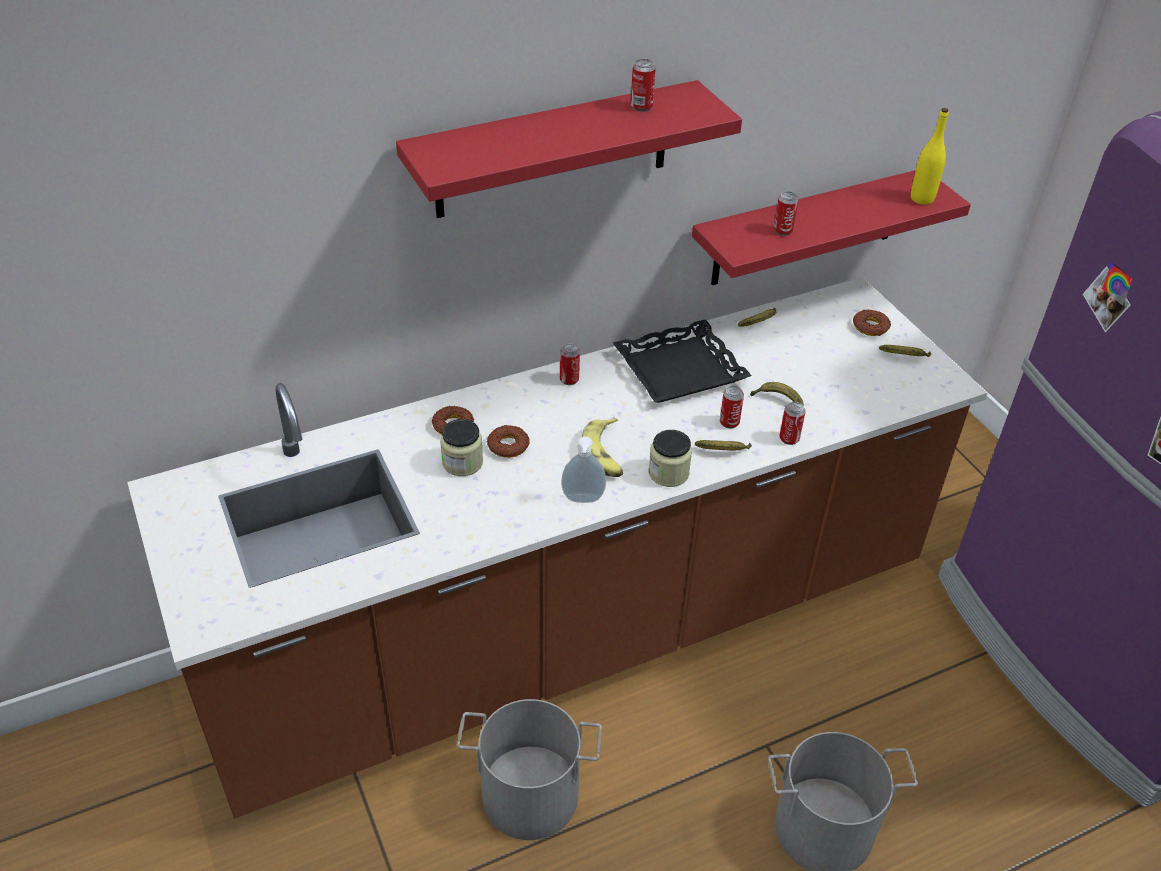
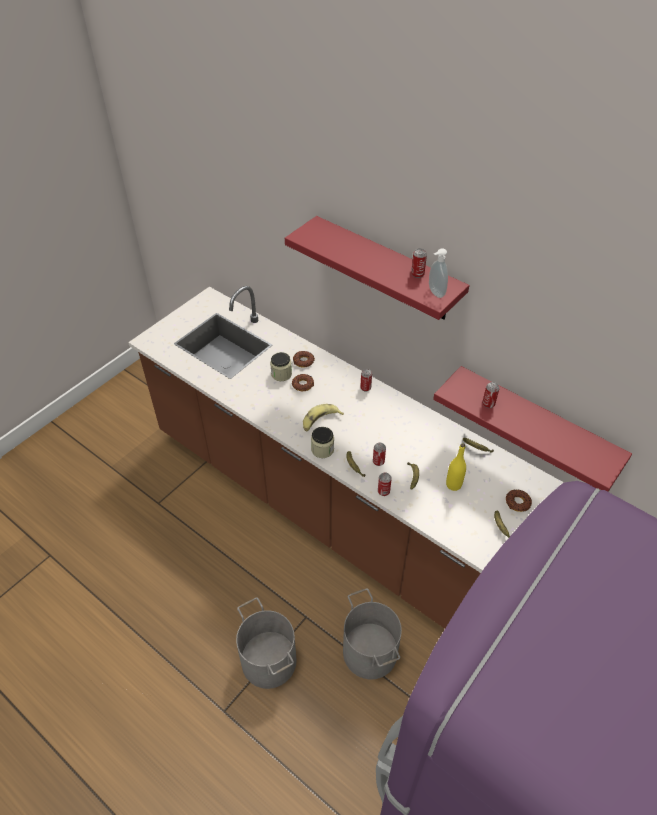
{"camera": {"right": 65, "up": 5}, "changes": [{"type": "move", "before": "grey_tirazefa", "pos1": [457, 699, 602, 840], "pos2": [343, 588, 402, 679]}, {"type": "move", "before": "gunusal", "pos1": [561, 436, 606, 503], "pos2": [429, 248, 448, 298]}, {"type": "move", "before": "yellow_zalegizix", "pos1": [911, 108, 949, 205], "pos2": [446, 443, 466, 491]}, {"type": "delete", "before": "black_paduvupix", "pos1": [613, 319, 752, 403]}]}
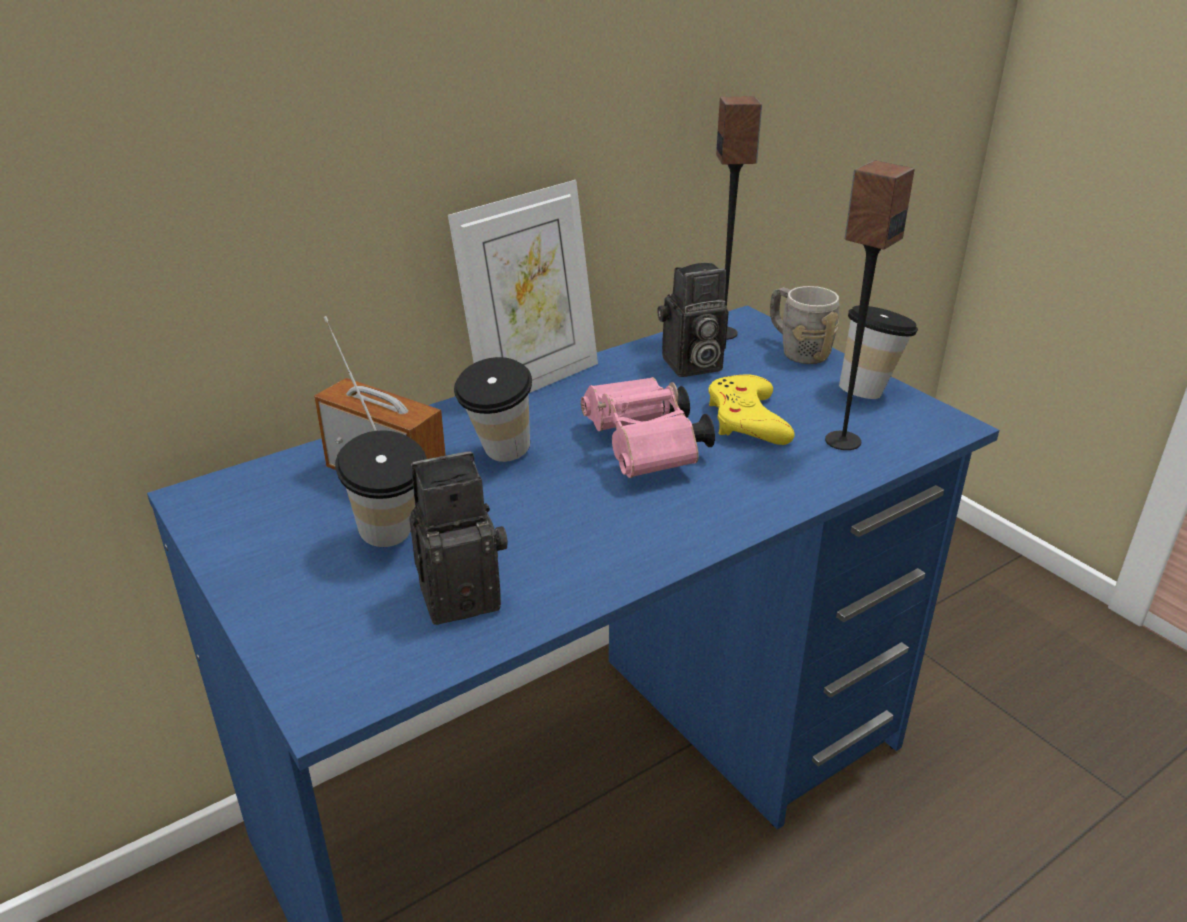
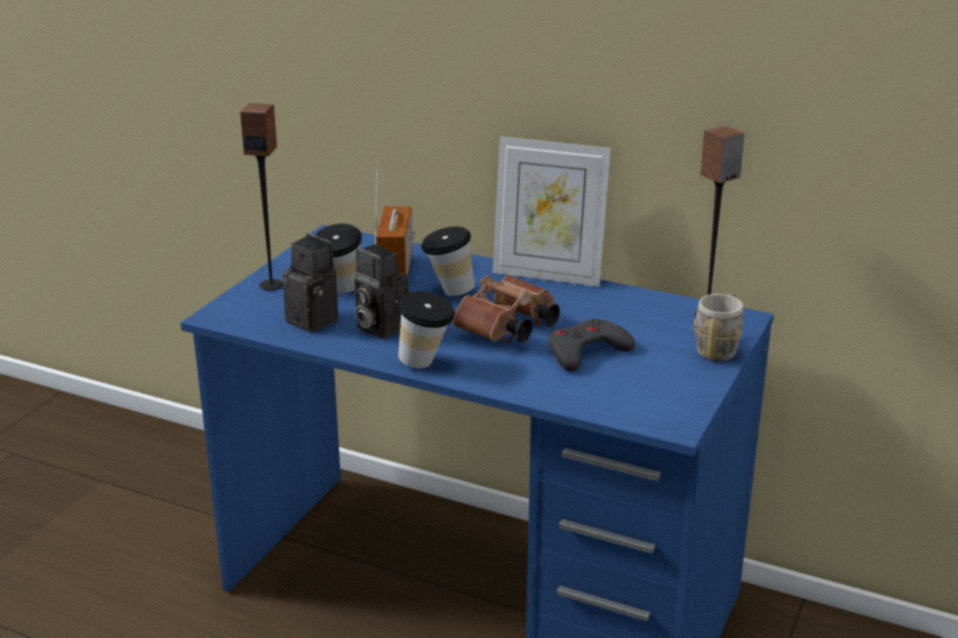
{"camera": {"right": 60, "up": -5}, "changes": [{"type": "move", "before": "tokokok", "pos1": [825, 161, 915, 450], "pos2": [240, 103, 283, 290]}, {"type": "move", "before": "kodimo", "pos1": [657, 263, 728, 377], "pos2": [354, 244, 409, 339]}, {"type": "move", "before": "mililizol", "pos1": [839, 305, 918, 399], "pos2": [398, 291, 455, 369]}, {"type": "recolor", "before": "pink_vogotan", "after": "brown_vogotan", "pos1": [581, 377, 715, 478], "pos2": [452, 275, 560, 342]}, {"type": "recolor", "before": "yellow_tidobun", "after": "grey_tidobun", "pos1": [709, 374, 795, 445], "pos2": [548, 319, 635, 371]}]}
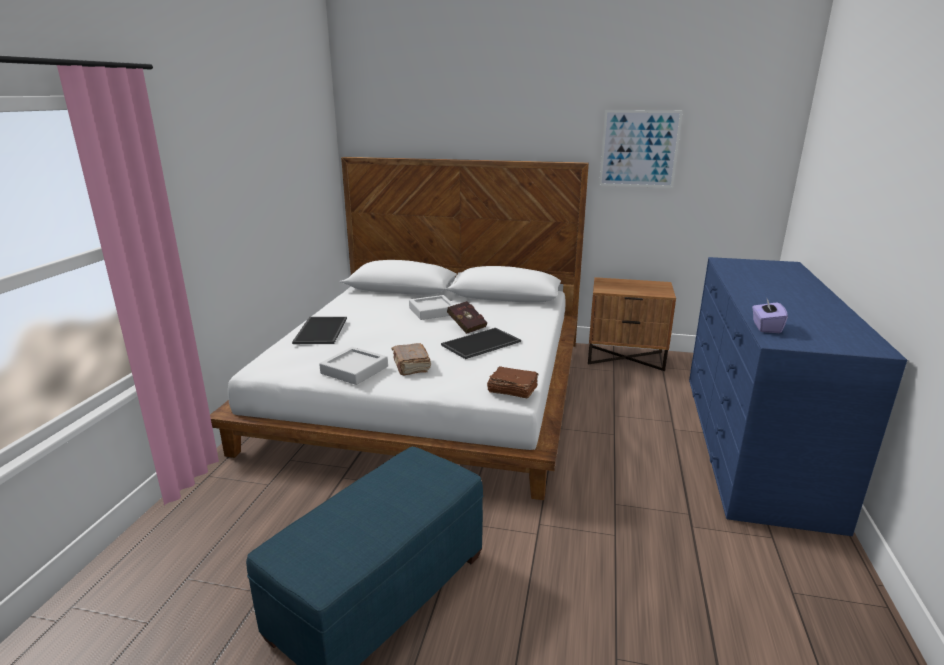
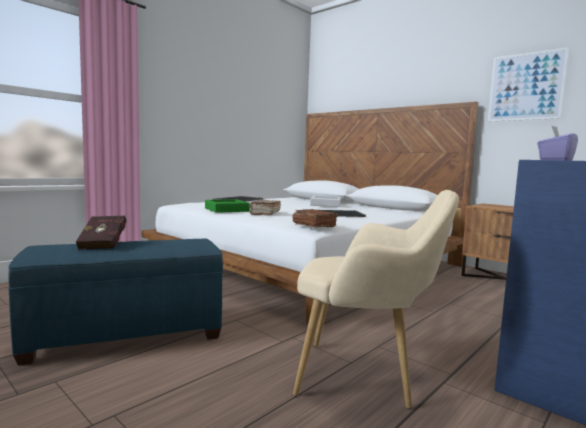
{"camera": {"right": 30, "up": -15}, "changes": [{"type": "move", "before": "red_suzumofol", "pos1": [447, 301, 487, 334], "pos2": [76, 216, 126, 250]}, {"type": "recolor", "before": "grey_paduvupix", "after": "green_paduvupix", "pos1": [319, 347, 388, 385], "pos2": [205, 199, 250, 213]}, {"type": "insert", "after": "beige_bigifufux", "pos2": [293, 190, 459, 408]}]}
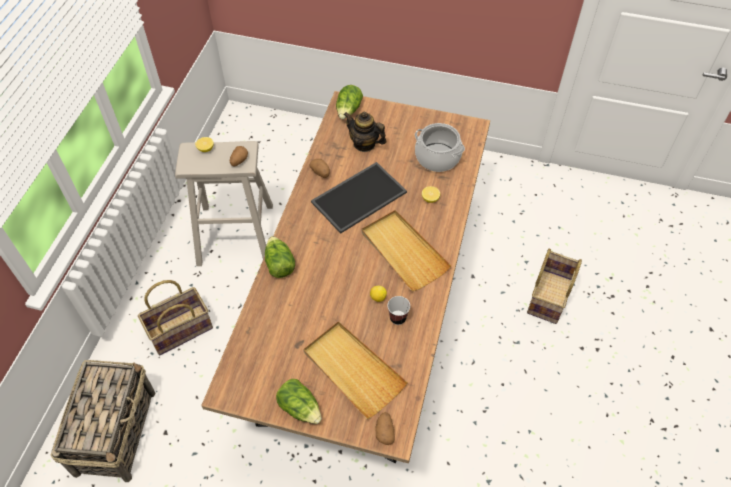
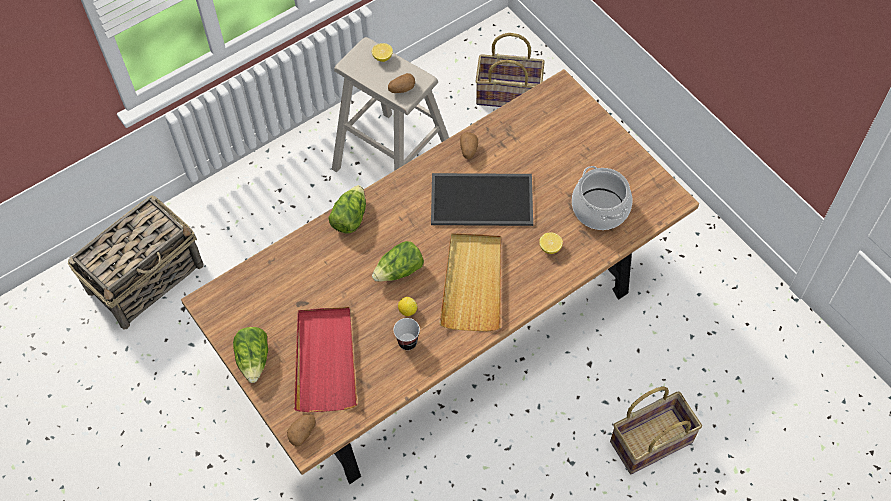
{"camera": {"right": 40, "up": 5}, "changes": [{"type": "recolor", "before": "beige_paduvupix", "after": "red_paduvupix", "pos1": [303, 321, 408, 419], "pos2": [294, 307, 357, 412]}, {"type": "move", "before": "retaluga", "pos1": [336, 85, 363, 119], "pos2": [372, 241, 424, 282]}, {"type": "move", "before": "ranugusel", "pos1": [138, 280, 213, 355], "pos2": [476, 33, 545, 107]}, {"type": "delete", "before": "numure", "pos1": [344, 112, 387, 152]}]}
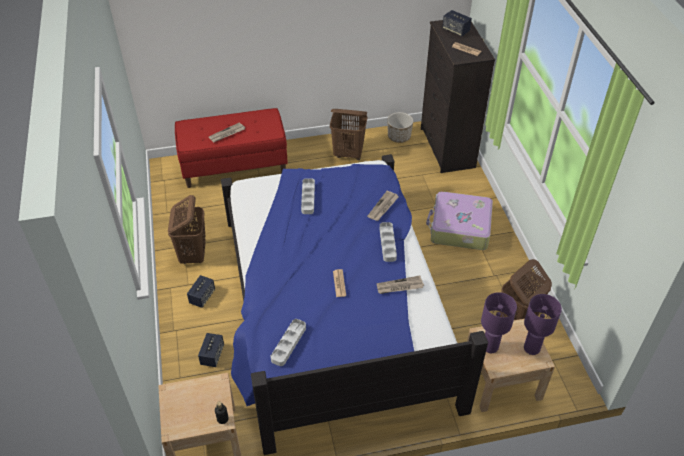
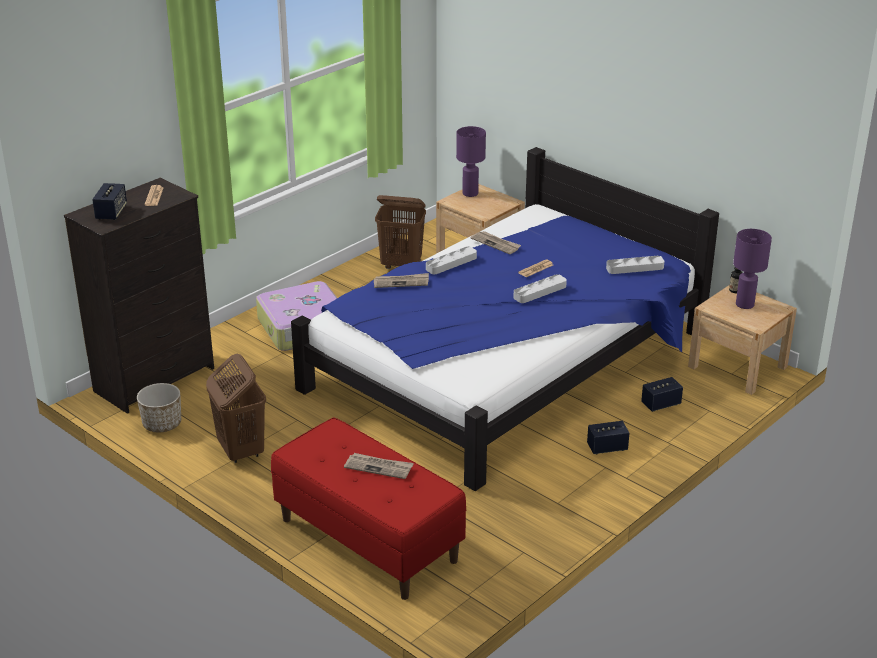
{"camera": {"right": -125, "up": -15}, "changes": [{"type": "move", "before": "grey_paduvupix", "pos1": [301, 179, 315, 214], "pos2": [514, 274, 567, 303]}, {"type": "move", "before": "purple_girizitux", "pos1": [481, 292, 517, 353], "pos2": [733, 229, 772, 309]}, {"type": "delete", "before": "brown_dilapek", "pos1": [168, 195, 206, 264]}]}
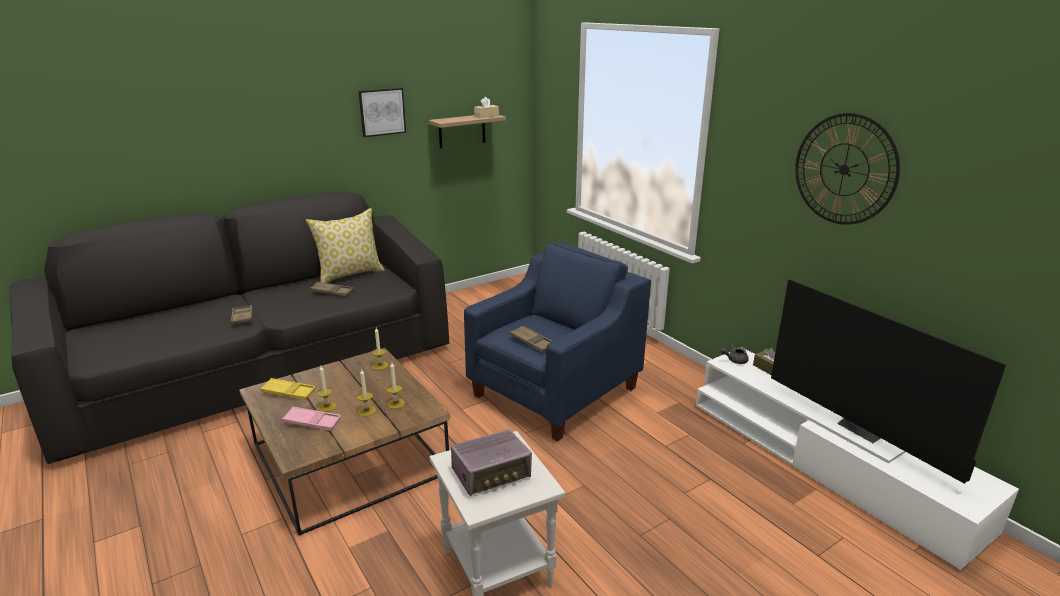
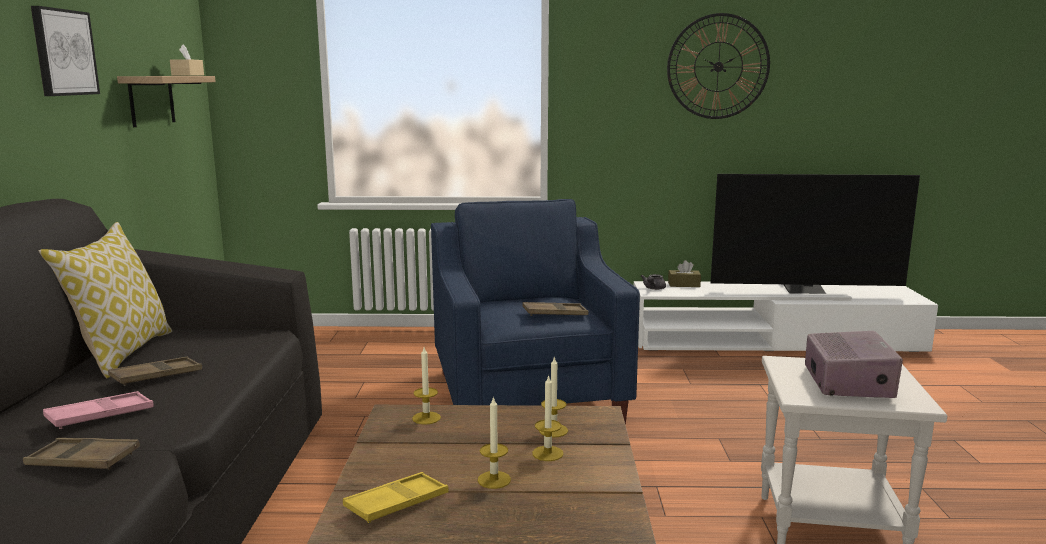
{"camera": {"right": -55, "up": -10}, "changes": [{"type": "move", "before": "pink_paduvupix", "pos1": [282, 407, 341, 431], "pos2": [43, 391, 154, 429]}]}
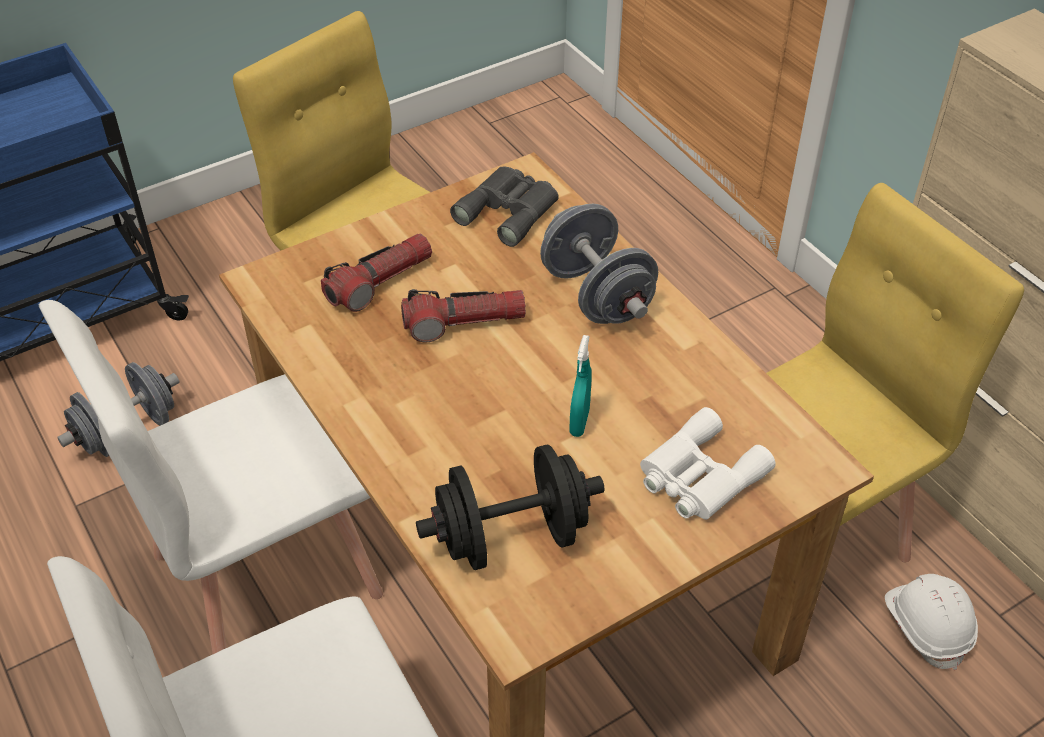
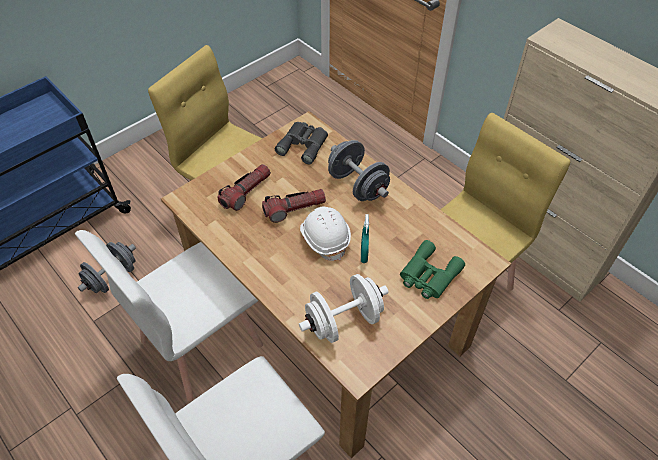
{"camera": {"right": -10, "up": 5}, "changes": [{"type": "recolor", "before": "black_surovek", "after": "white_surovek", "pos1": [416, 445, 605, 570], "pos2": [299, 274, 388, 343]}, {"type": "move", "before": "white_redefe", "pos1": [885, 574, 978, 670], "pos2": [300, 206, 351, 261]}, {"type": "recolor", "before": "white_vogotan", "after": "green_vogotan", "pos1": [640, 407, 776, 520], "pos2": [400, 240, 465, 299]}]}
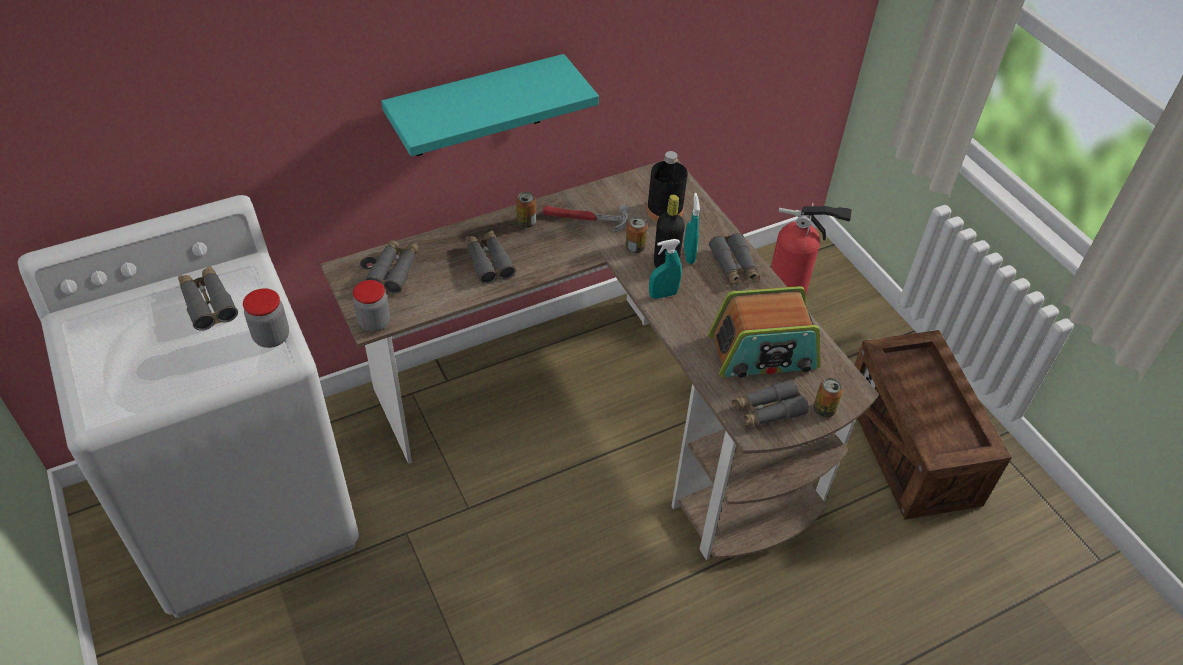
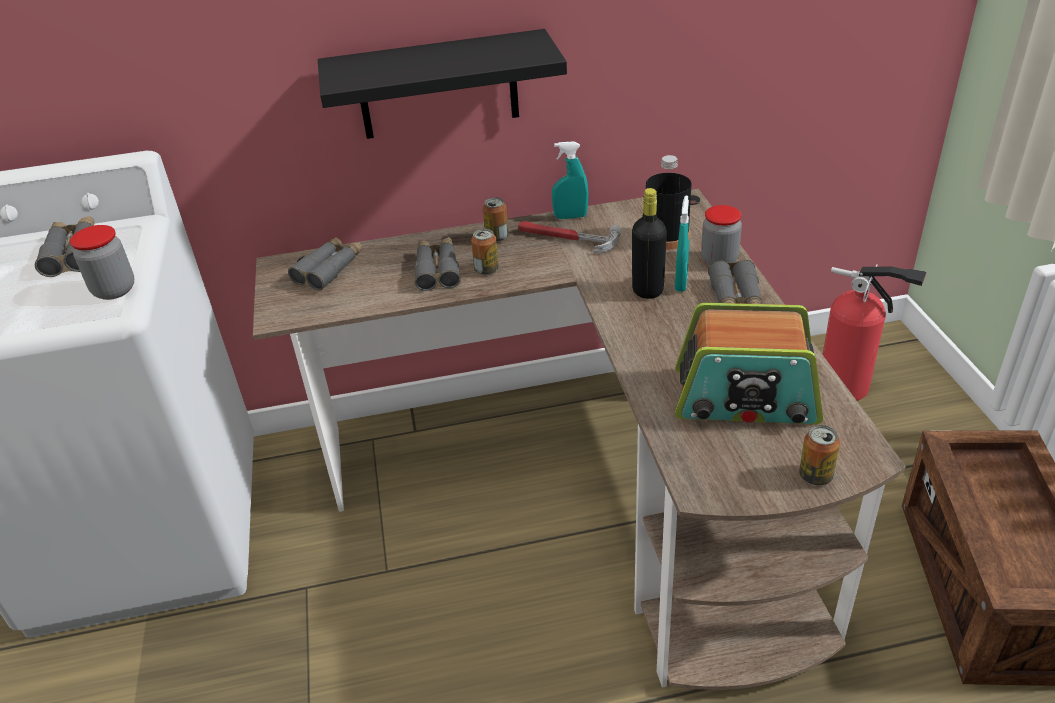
{"camera": {"right": 20, "up": -10}, "changes": [{"type": "recolor", "before": "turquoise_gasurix", "after": "black_gasurix", "pos1": [381, 54, 599, 156], "pos2": [318, 29, 567, 139]}, {"type": "move", "before": "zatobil", "pos1": [625, 217, 648, 253], "pos2": [471, 228, 498, 275]}, {"type": "move", "before": "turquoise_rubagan", "pos1": [649, 239, 682, 299], "pos2": [552, 141, 588, 219]}, {"type": "move", "before": "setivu", "pos1": [353, 280, 390, 332], "pos2": [701, 205, 742, 265]}, {"type": "delete", "before": "grey_vogotan", "pos1": [731, 379, 809, 427]}]}
